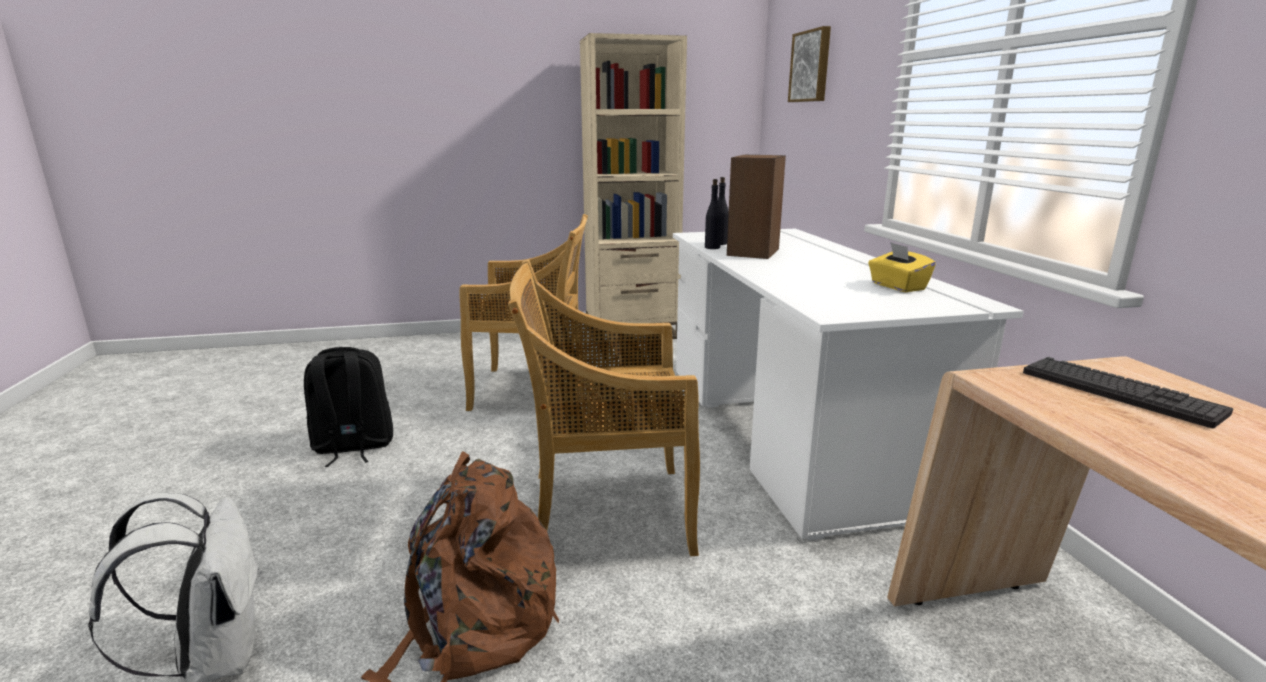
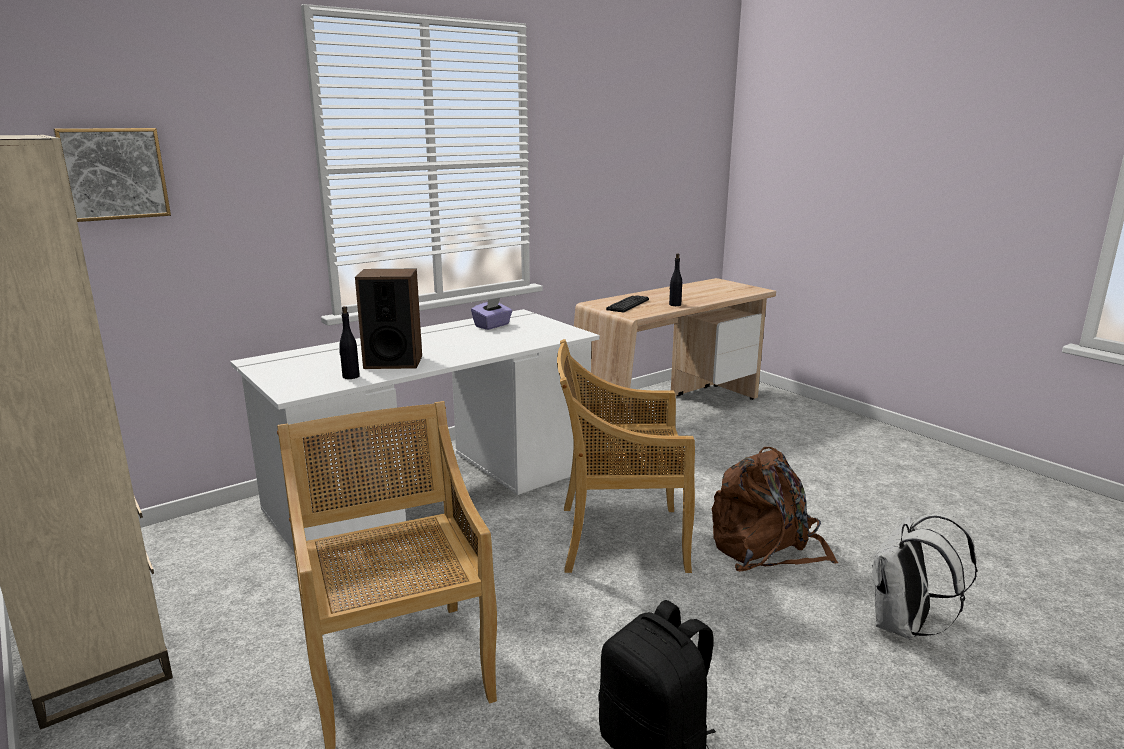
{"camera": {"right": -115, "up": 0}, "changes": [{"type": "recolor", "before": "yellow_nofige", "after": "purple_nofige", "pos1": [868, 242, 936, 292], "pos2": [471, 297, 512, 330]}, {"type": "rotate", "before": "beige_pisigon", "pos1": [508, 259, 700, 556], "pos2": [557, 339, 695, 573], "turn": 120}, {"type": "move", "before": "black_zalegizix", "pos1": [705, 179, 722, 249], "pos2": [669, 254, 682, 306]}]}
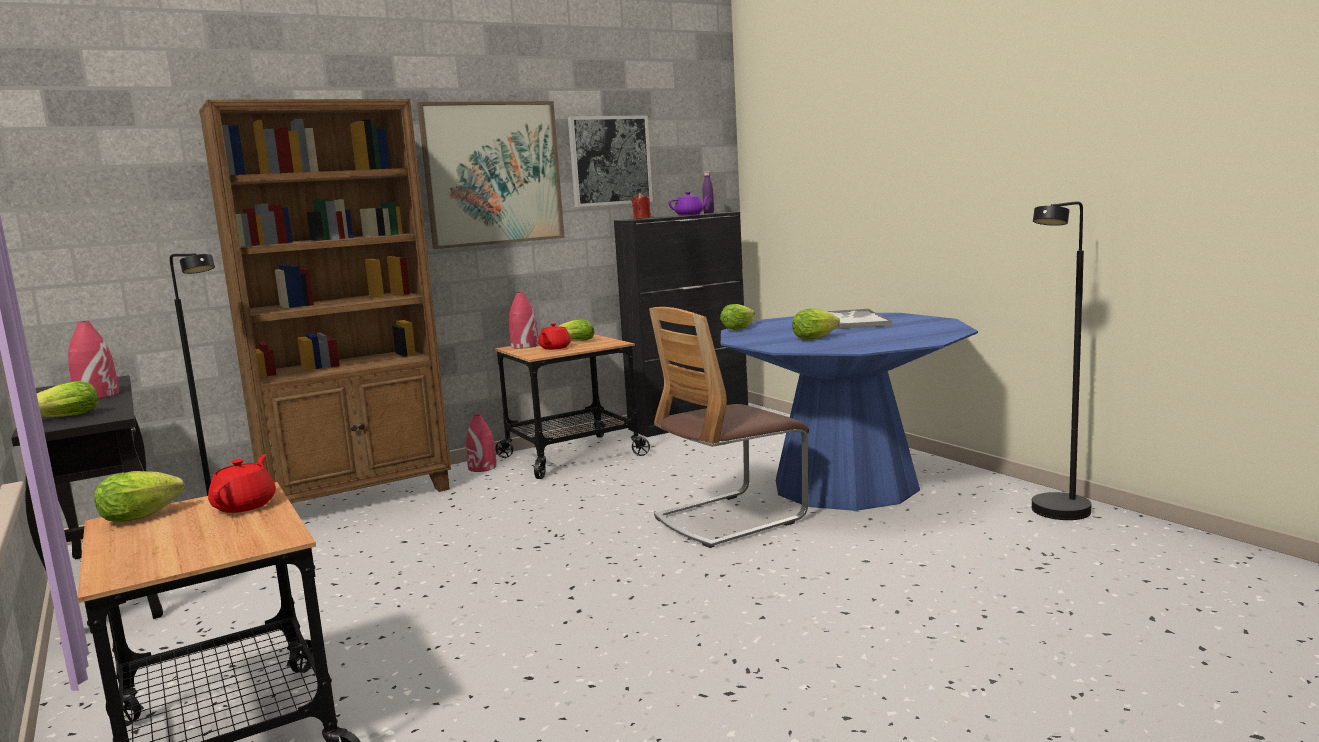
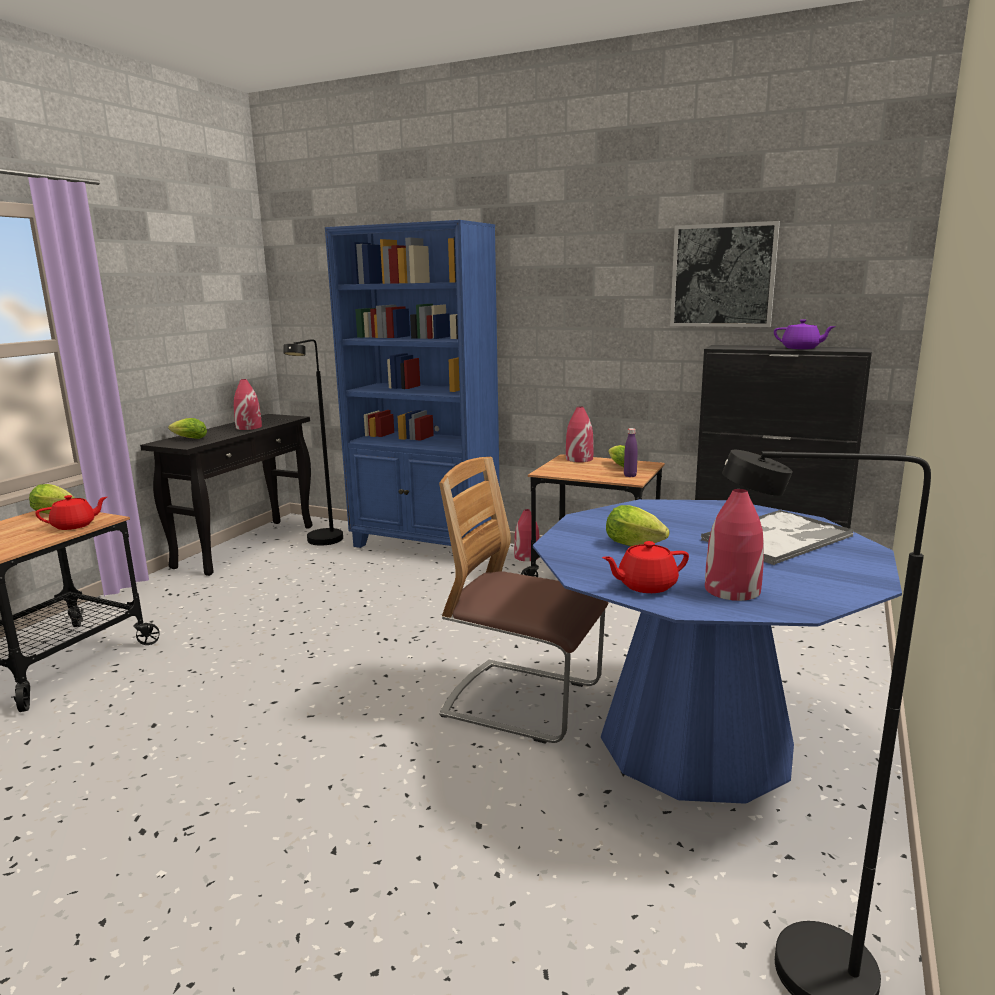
{"camera": {"right": 55, "up": 5}, "changes": [{"type": "recolor", "before": "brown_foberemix", "after": "blue_foberemix", "pos1": [199, 99, 451, 504], "pos2": [325, 220, 500, 548]}, {"type": "move", "before": "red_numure", "pos1": [539, 323, 571, 350], "pos2": [602, 541, 689, 593]}, {"type": "move", "before": "purple_zalegizix", "pos1": [702, 172, 714, 213], "pos2": [624, 428, 638, 477]}, {"type": "insert", "after": "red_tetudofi", "pos2": [705, 489, 764, 601]}, {"type": "delete", "before": "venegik", "pos1": [417, 101, 565, 249]}, {"type": "delete", "before": "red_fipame", "pos1": [632, 193, 651, 219]}, {"type": "delete", "before": "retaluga", "pos1": [720, 304, 755, 330]}]}
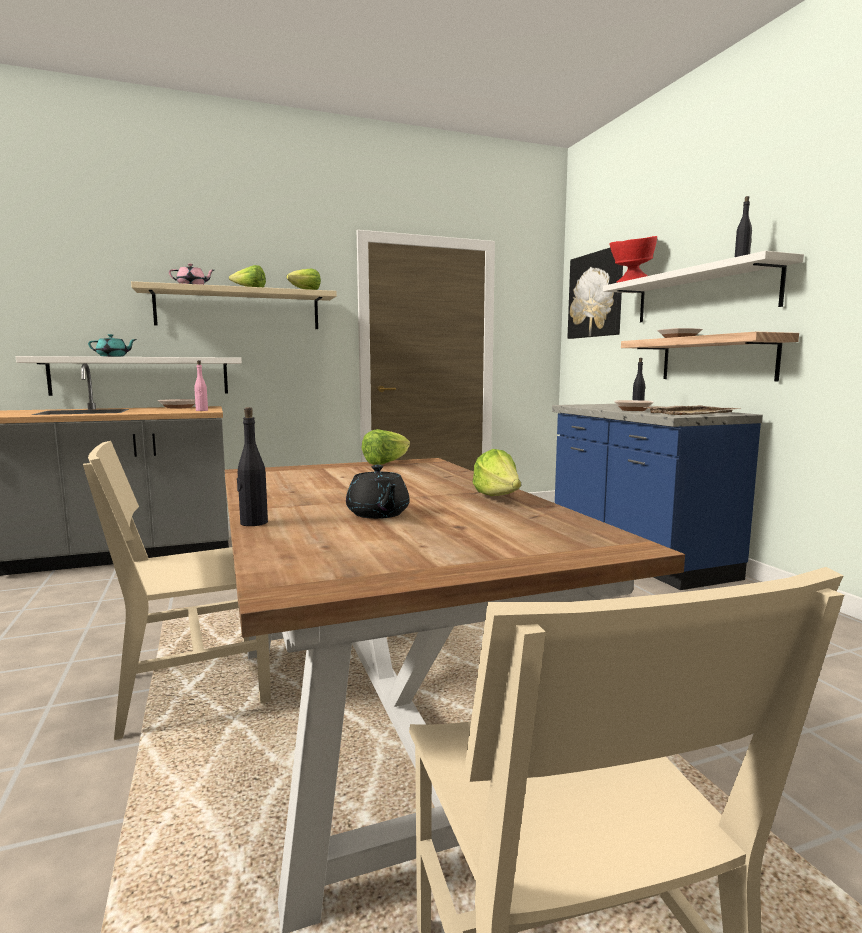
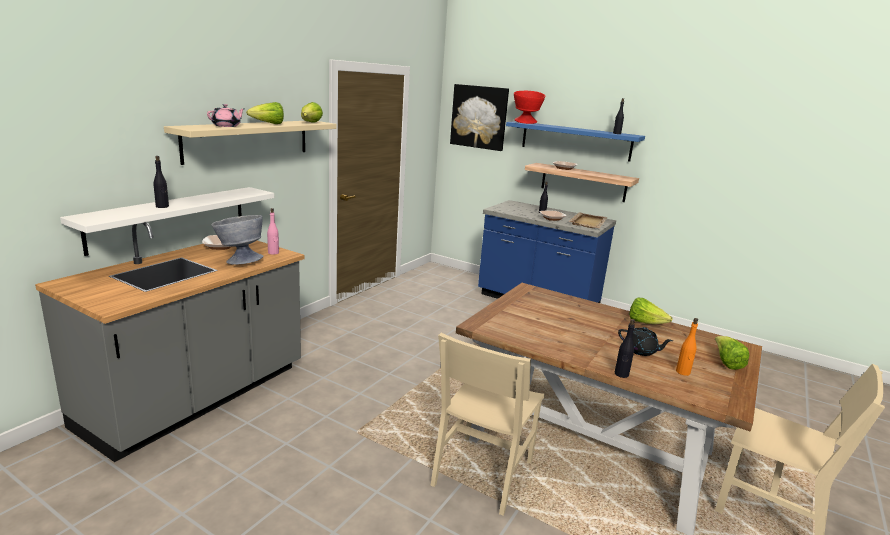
{"camera": {"right": -40, "up": 10}, "changes": [{"type": "replace", "before": "turquoise_numure", "after": "black_zalegizix", "pos1": [88, 334, 137, 357], "pos2": [153, 156, 169, 208]}, {"type": "insert", "after": "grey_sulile", "pos2": [211, 215, 263, 265]}, {"type": "recolor", "before": "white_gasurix", "after": "blue_gasurix", "pos1": [603, 251, 804, 322], "pos2": [506, 121, 645, 162]}, {"type": "insert", "after": "orange_zalegizix", "pos2": [676, 318, 698, 376]}, {"type": "move", "before": "retaluga", "pos1": [362, 429, 410, 465], "pos2": [715, 336, 749, 370]}]}
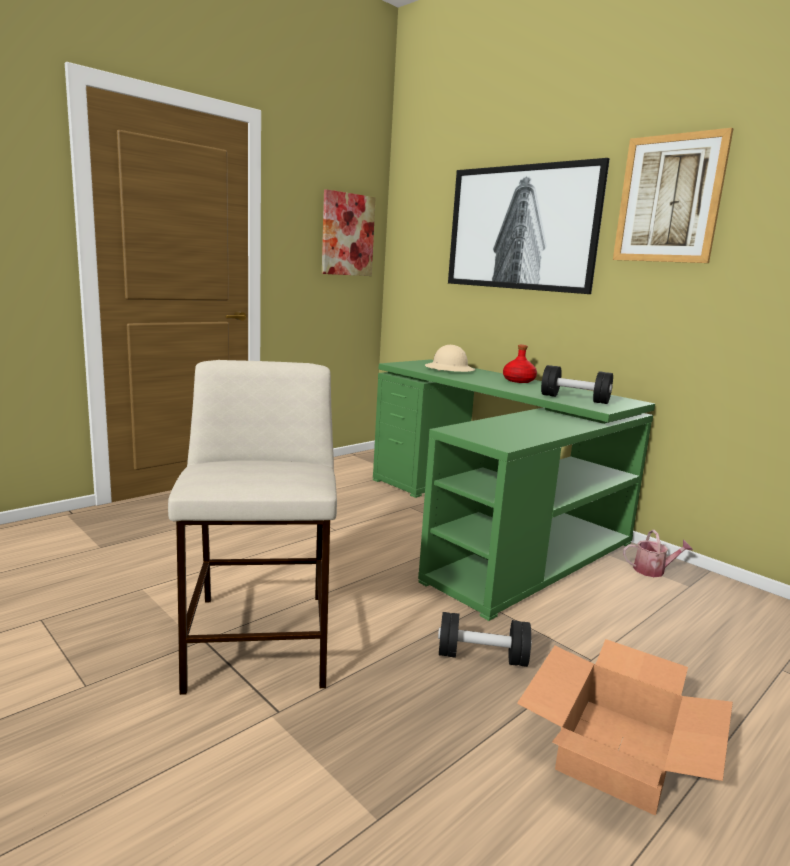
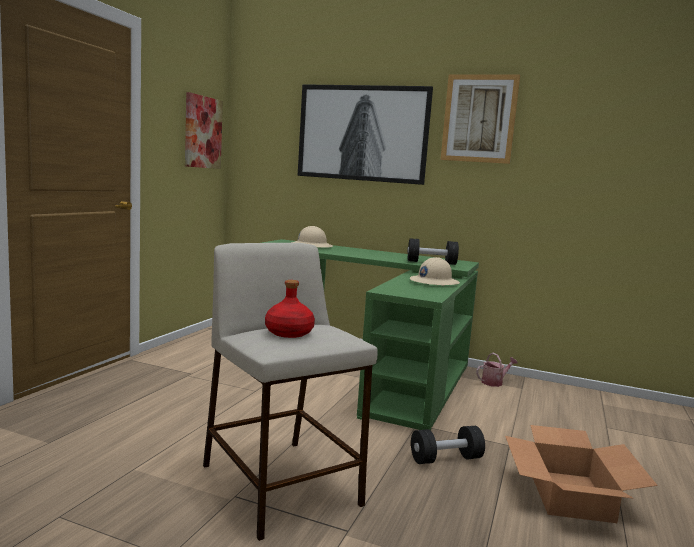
{"camera": {"right": -25, "up": -5}, "changes": [{"type": "move", "before": "red_zalegizix", "pos1": [503, 345, 537, 383], "pos2": [265, 280, 315, 338]}, {"type": "insert", "after": "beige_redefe", "pos2": [410, 257, 460, 286]}]}
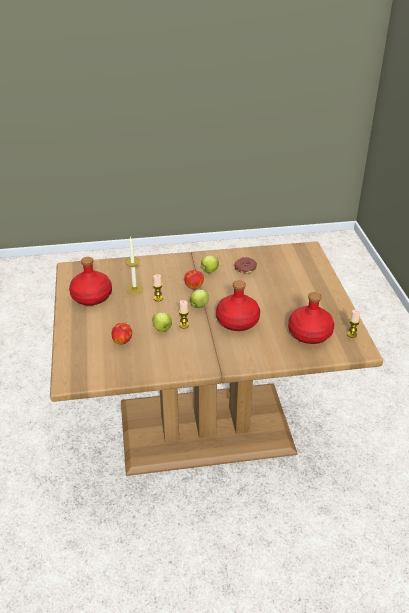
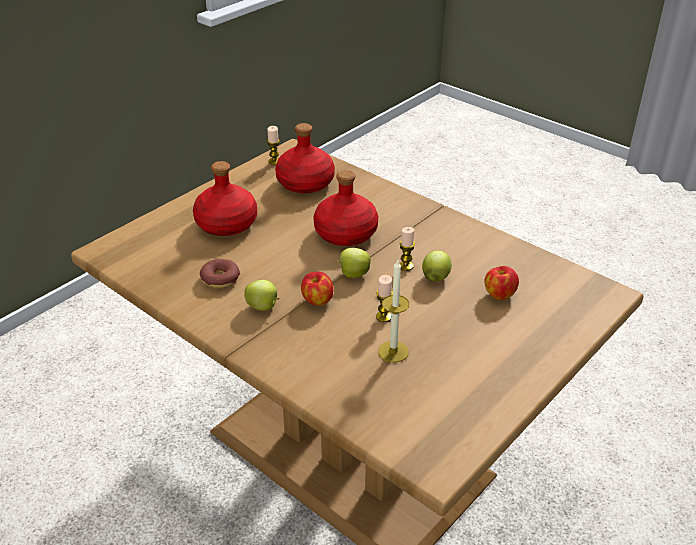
{"camera": {"right": -130, "up": 0}, "changes": [{"type": "move", "before": "red_zalegizix", "pos1": [69, 257, 112, 305], "pos2": [193, 161, 257, 236]}]}
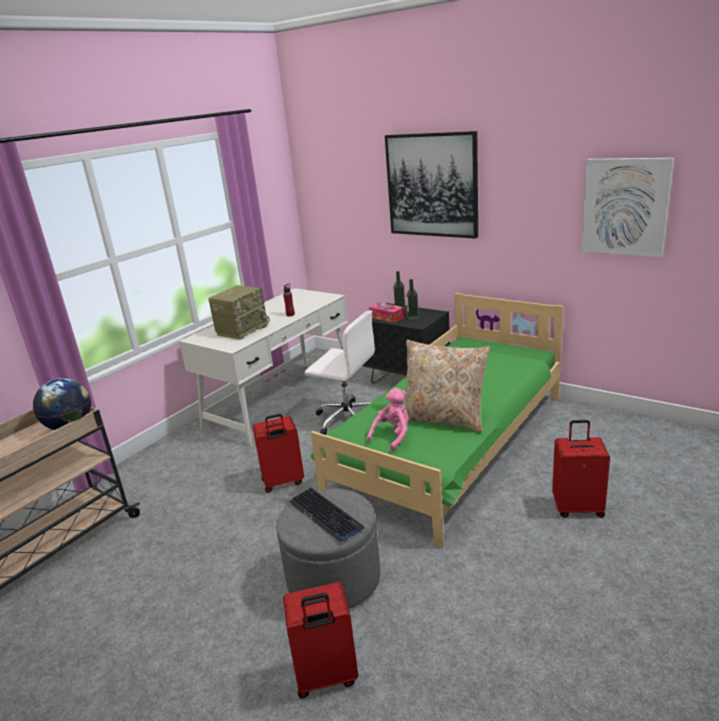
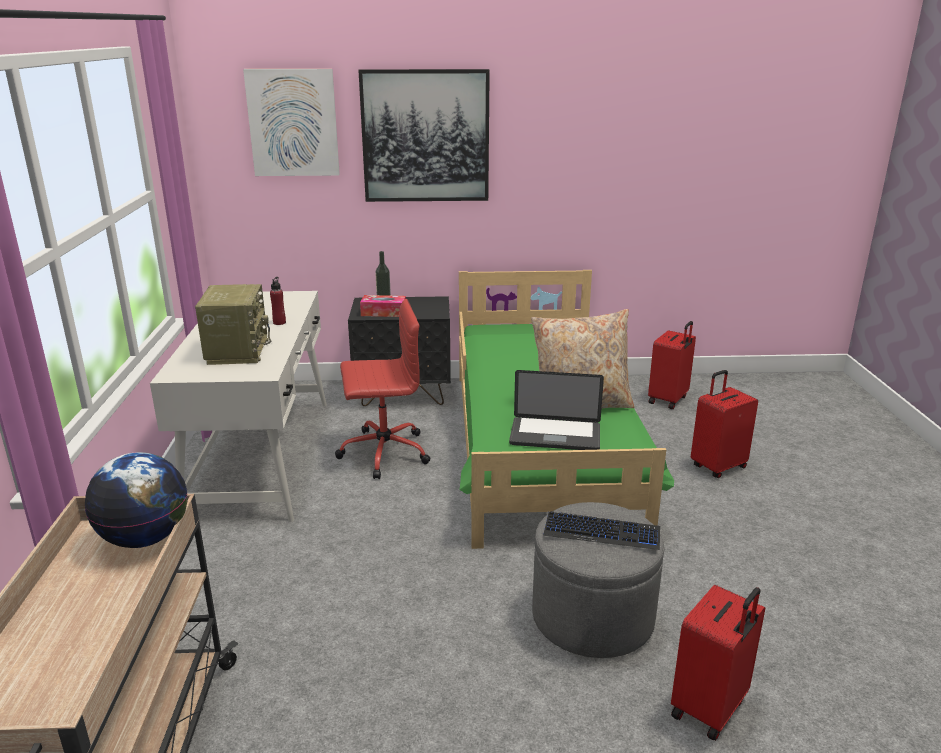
{"camera": {"right": -40, "up": 0}, "changes": [{"type": "move", "before": "venegik", "pos1": [581, 158, 674, 257], "pos2": [243, 69, 340, 176]}, {"type": "recolor", "before": "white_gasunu", "after": "red_gasunu", "pos1": [305, 310, 375, 435], "pos2": [335, 299, 431, 479]}, {"type": "replace", "before": "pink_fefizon", "after": "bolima", "pos1": [367, 388, 409, 451], "pos2": [509, 370, 604, 450]}, {"type": "move", "before": "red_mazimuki", "pos1": [253, 414, 304, 493], "pos2": [648, 321, 696, 409]}, {"type": "delete", "before": "zalegizix", "pos1": [406, 279, 419, 320]}]}
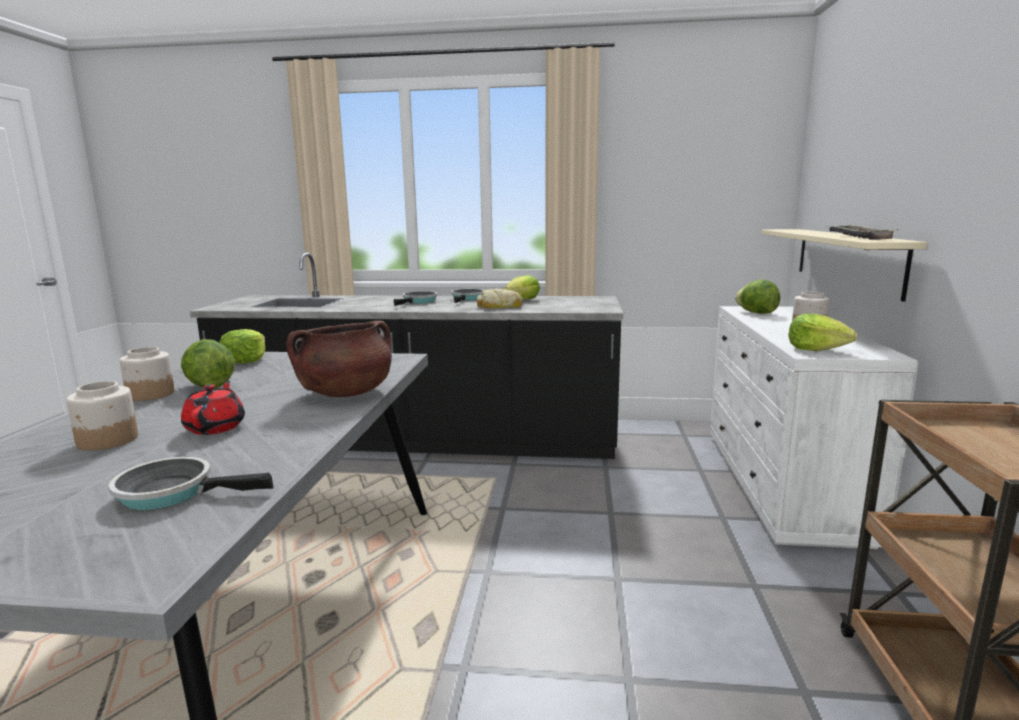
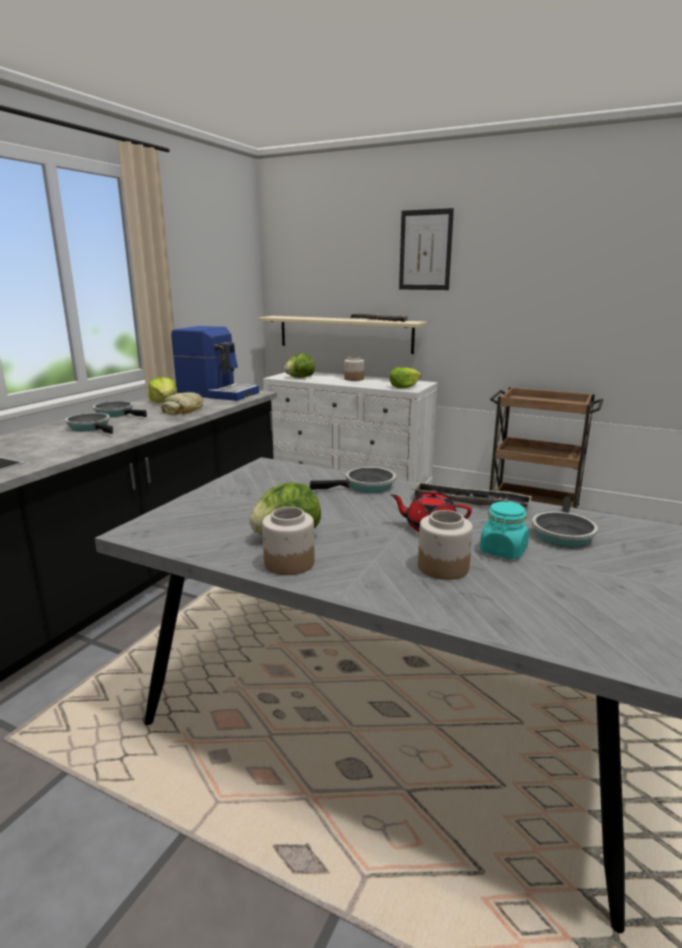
{"camera": {"right": -70, "up": 5}, "changes": [{"type": "insert", "after": "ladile", "pos2": [171, 326, 259, 401]}, {"type": "replace", "before": "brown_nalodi", "after": "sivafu", "pos1": [286, 321, 392, 397], "pos2": [310, 467, 396, 493]}, {"type": "insert", "after": "venegik", "pos2": [399, 208, 454, 290]}, {"type": "insert", "after": "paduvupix", "pos2": [411, 481, 532, 507]}, {"type": "insert", "after": "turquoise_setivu", "pos2": [480, 501, 529, 559]}, {"type": "delete", "before": "retaluga", "pos1": [220, 329, 265, 364]}]}
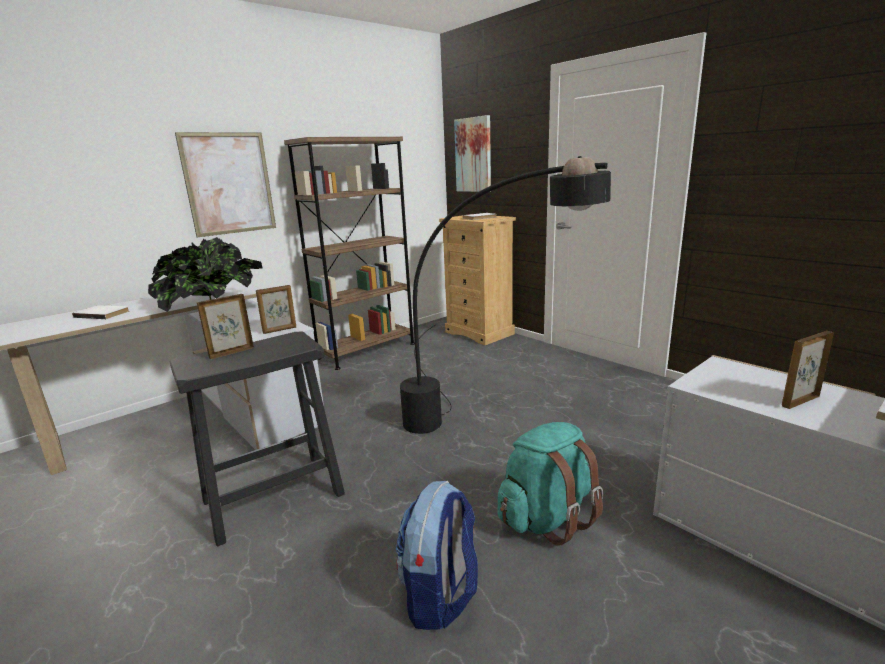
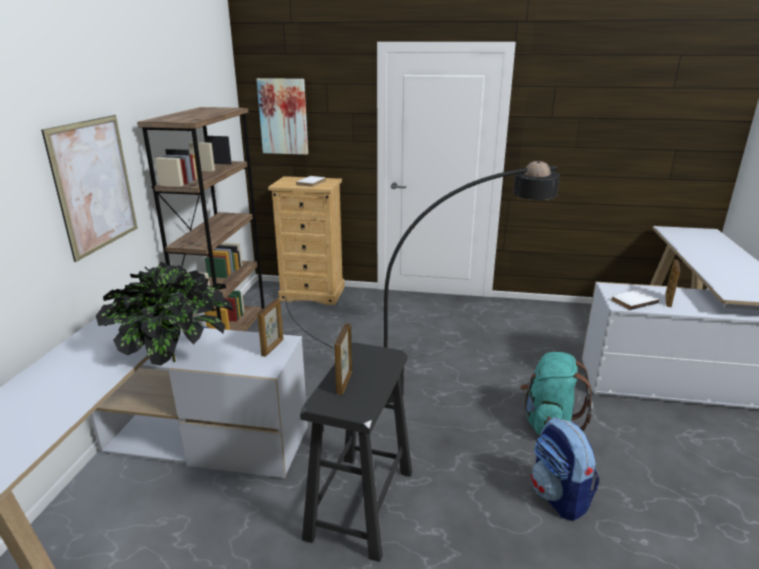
{"camera": {"right": -40, "up": 5}, "changes": [{"type": "move", "before": "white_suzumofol", "pos1": [72, 305, 130, 319], "pos2": [611, 290, 660, 310]}]}
